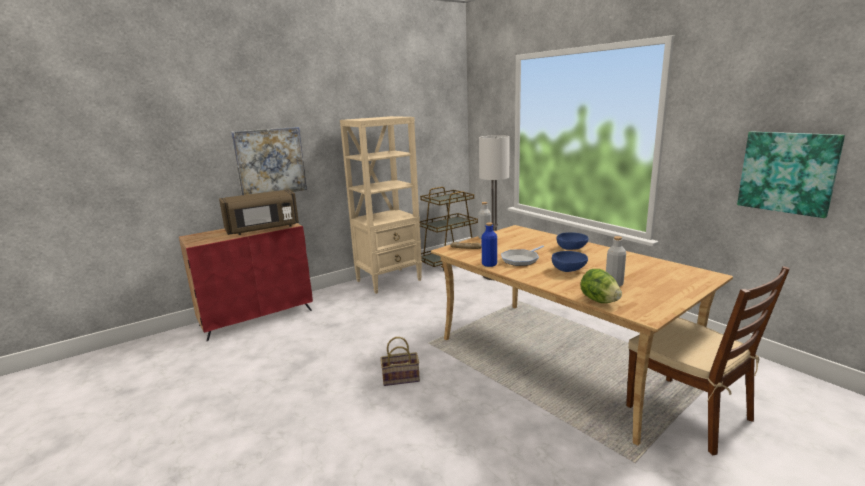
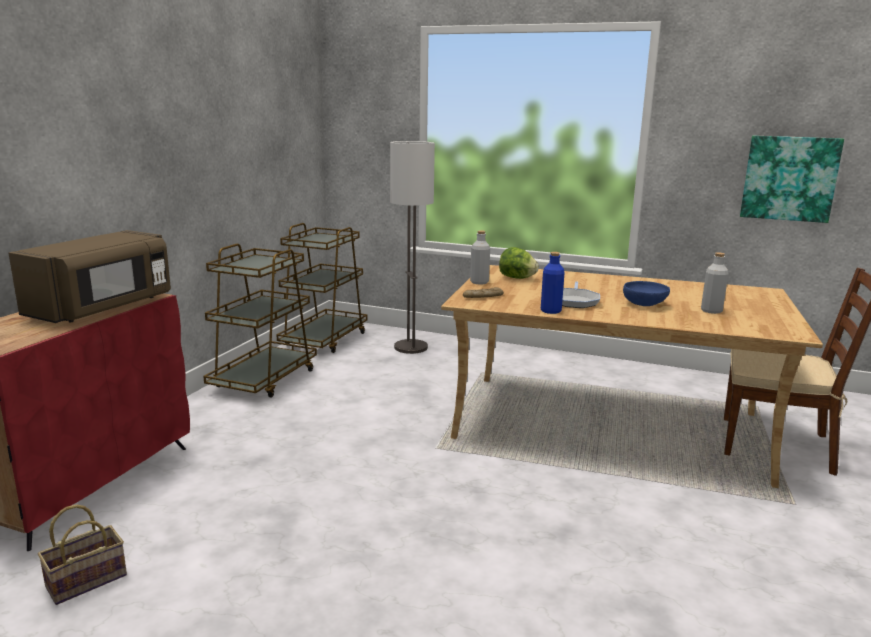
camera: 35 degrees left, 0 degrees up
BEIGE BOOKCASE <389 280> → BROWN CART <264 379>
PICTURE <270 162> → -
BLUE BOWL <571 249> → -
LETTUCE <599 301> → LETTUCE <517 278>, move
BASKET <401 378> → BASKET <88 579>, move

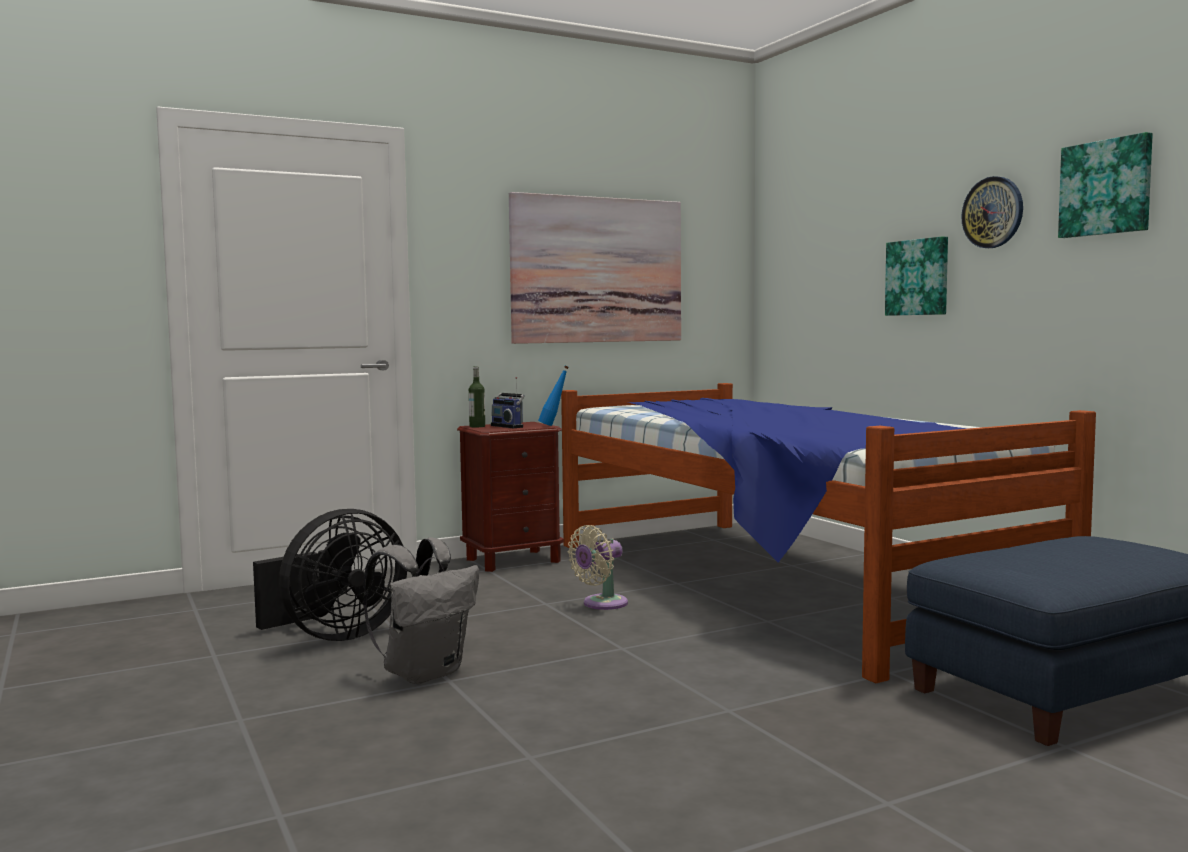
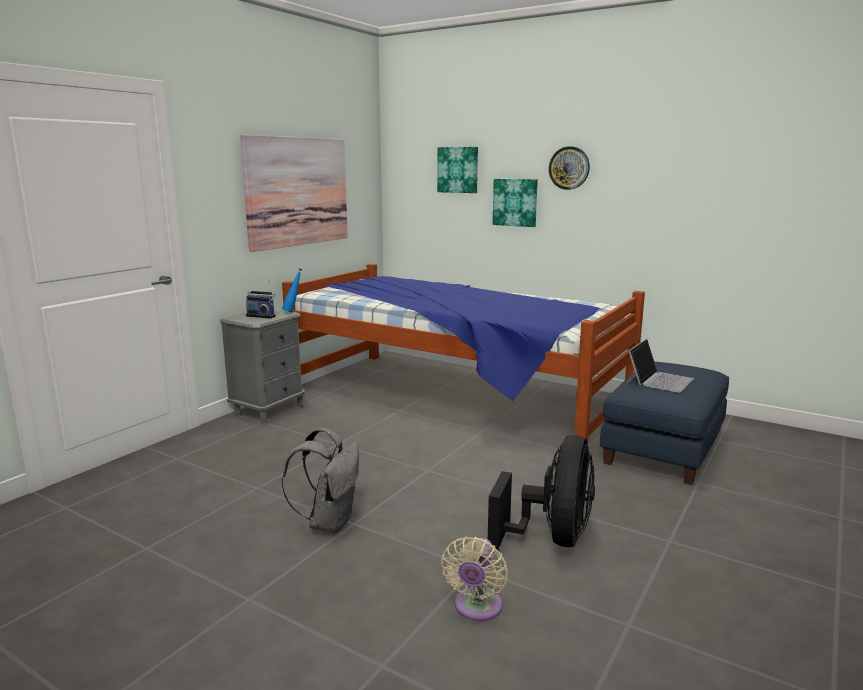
camera: 30 degrees left, 10 degrees up
PICTURE <1106 187> → PICTURE <458 170>, move
BOTTLE <477 426> → -
BROWN NIGHTSTAND <513 560> → GREY NIGHTSTAND <269 410>
BLACK FAN <335 636> → BLACK FAN <552 538>, move
BEIGE FAN <601 604> → BEIGE FAN <476 608>, move
- → LAPTOP <659 380>

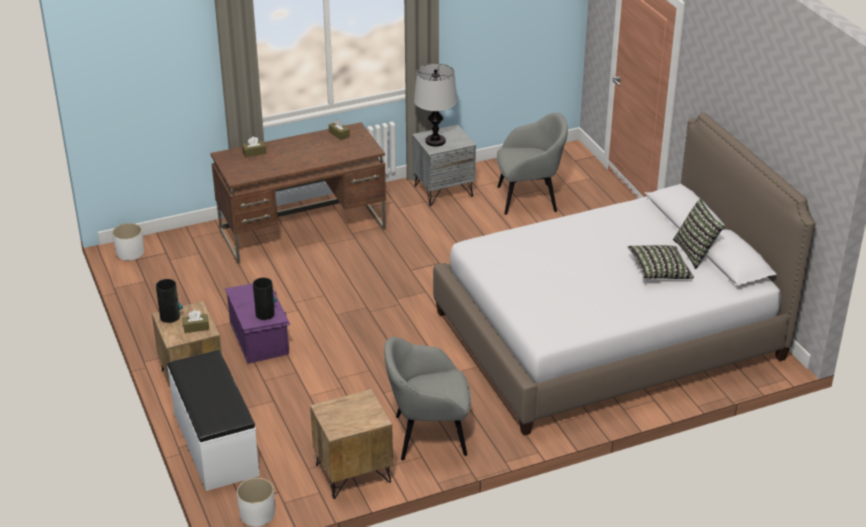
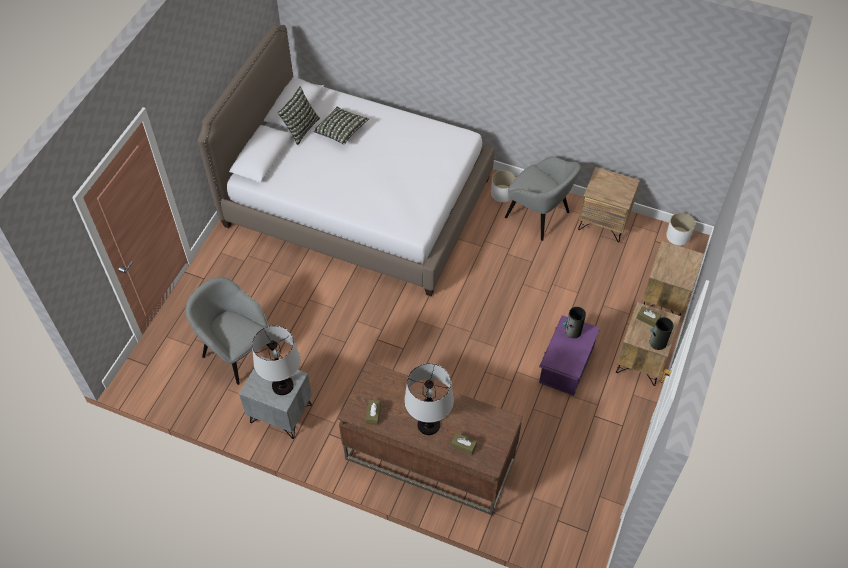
camera: 135 degrees left, 20 degrees up
WHITE PLANTER <130 252> → WHITE PLANTER <502 193>, move
WHITE BENCH <214 444> → BROWN NIGHTSTAND <665 299>
- → TABLE LAMP <429 424>

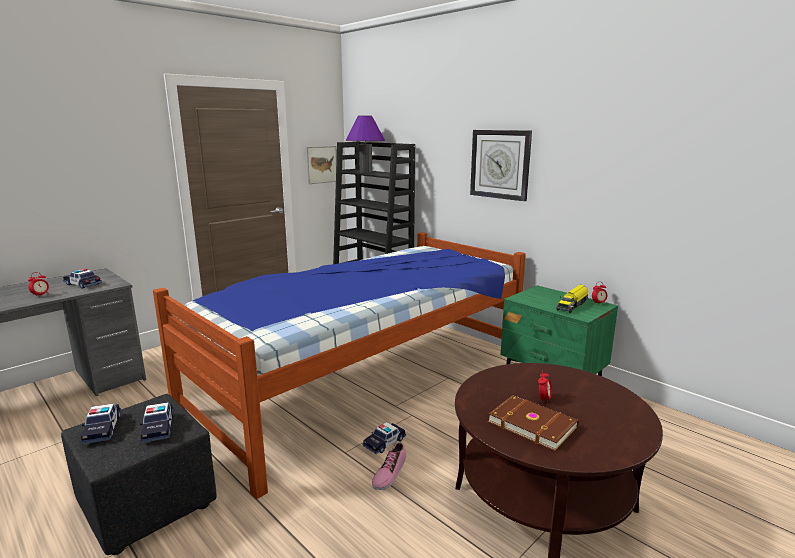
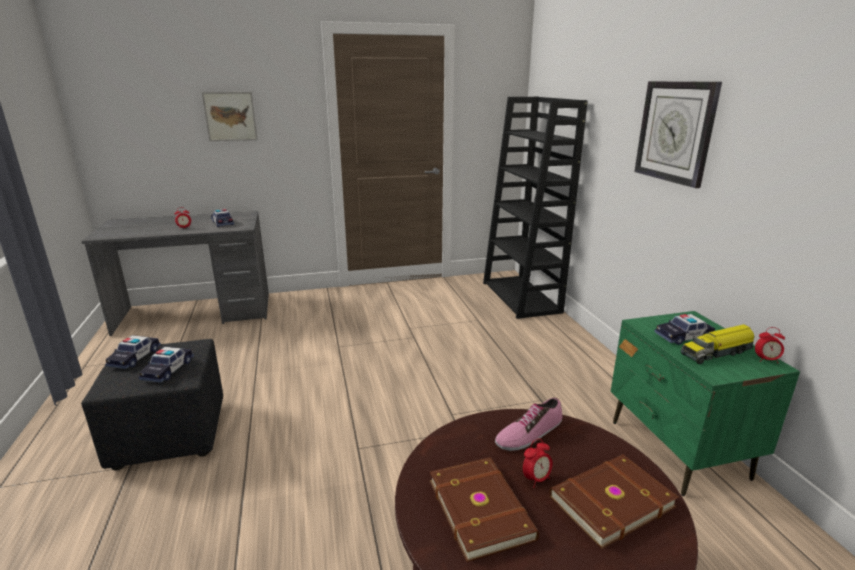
camera: 30 degrees right, 5 degrees up
PURPLE TABLE LAMP <365 172> → -
PICTURE <321 164> → PICTURE <230 116>, move
BED <363 380> → -
TOY CAR <384 442> → TOY CAR <683 336>, move
SHOE <389 472> → SHOE <528 433>, move
- → BROWN BOOK <609 500>

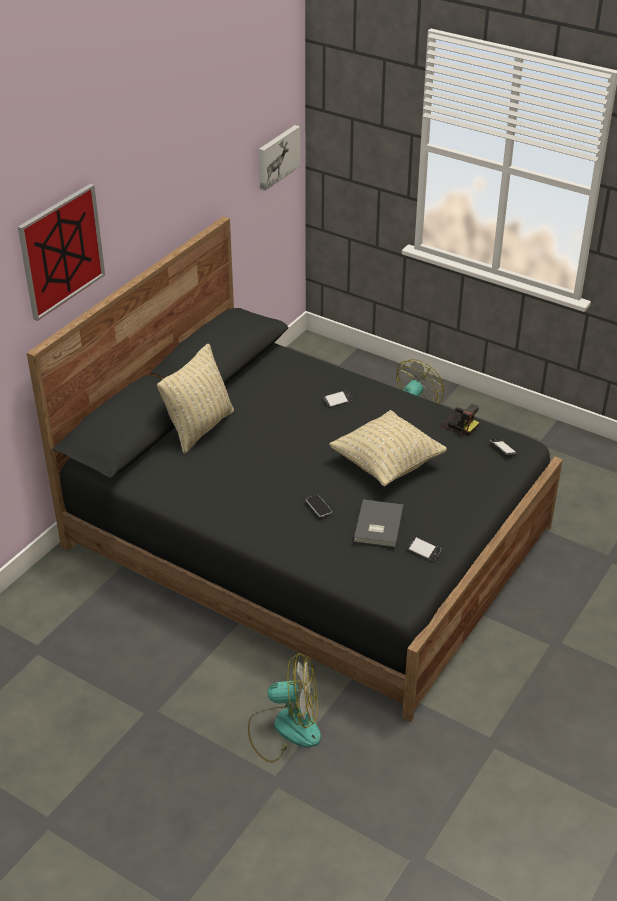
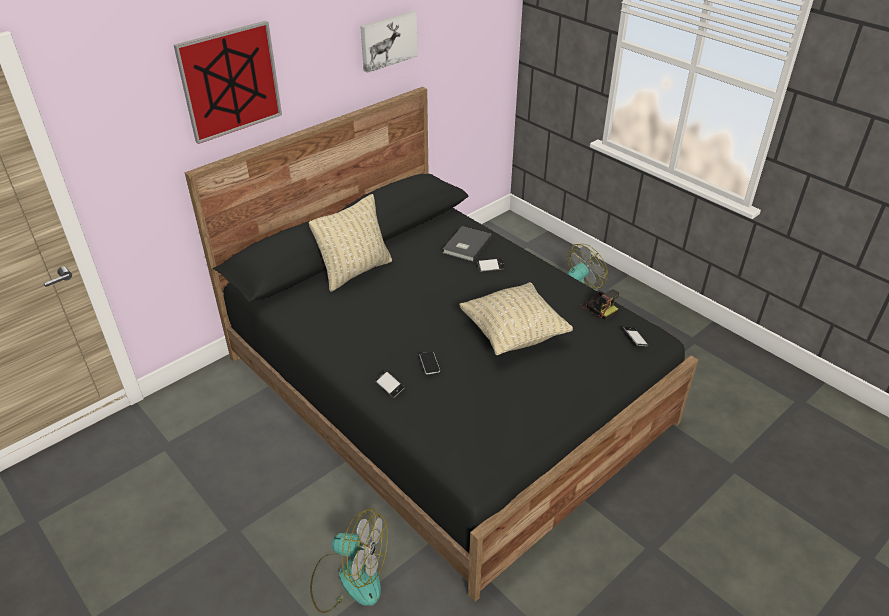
camera: 15 degrees right, 0 degrees up
PICTURE <277 157> → PICTURE <388 40>, move
GREY BOOK <377 525> → GREY BOOK <465 245>, move
PHONE <424 551> → PHONE <390 386>, move

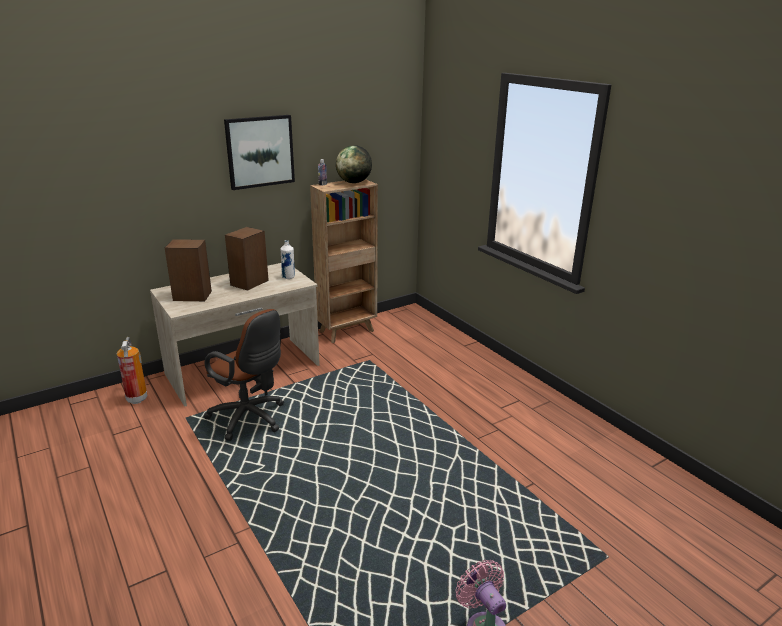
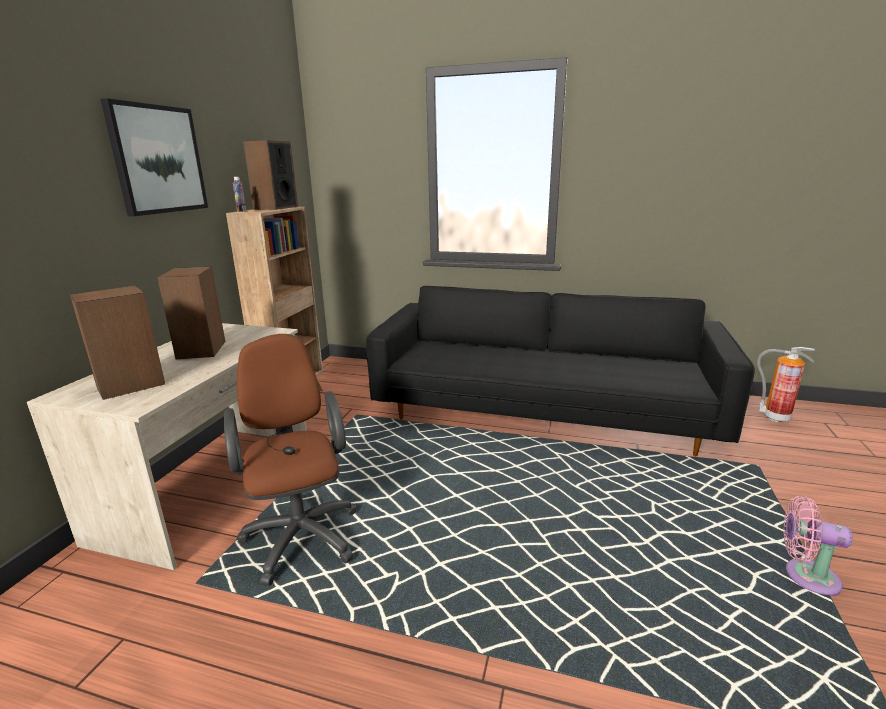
camera: 40 degrees left, 5 degrees down
GLOBE <354 182> → SPEAKER <275 208>
WHITE BOTTLE <288 277> → -
BROWN OFFICE CHAIR <250 419> → BROWN OFFICE CHAIR <301 533>, 105 degrees counterclockwise
FIRE EXTINGUISHER <137 398> → FIRE EXTINGUISHER <775 417>, move
- → BLACK SOFA <542 411>

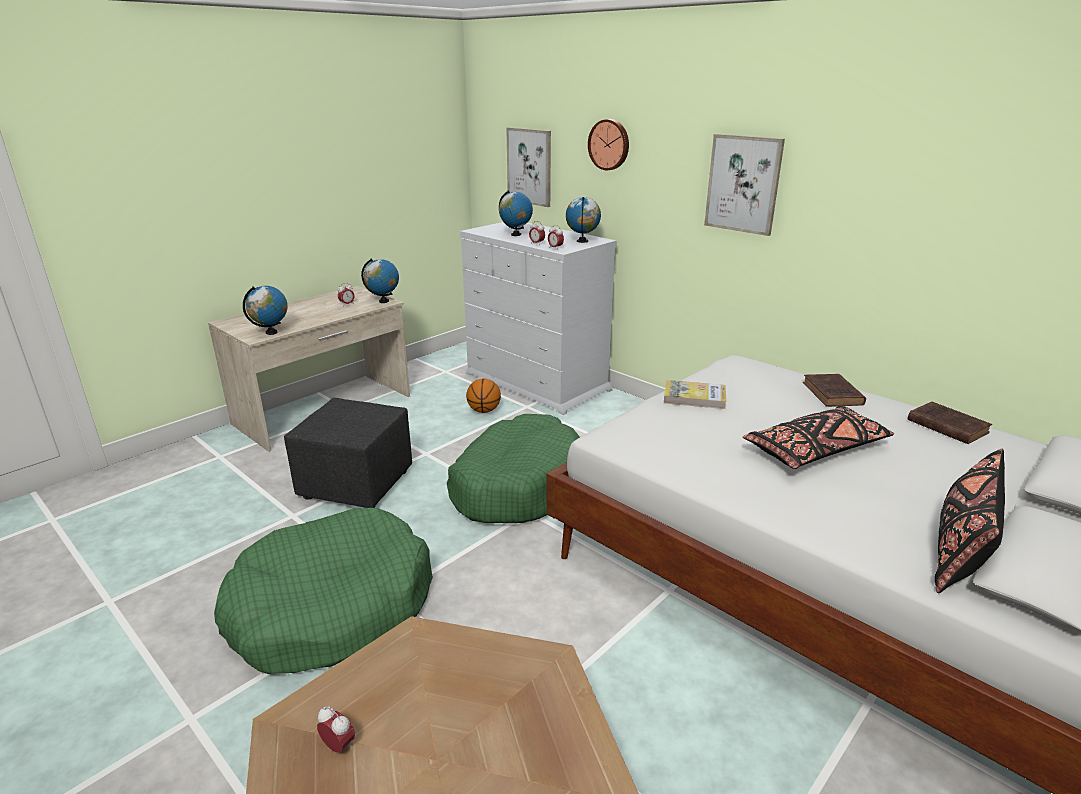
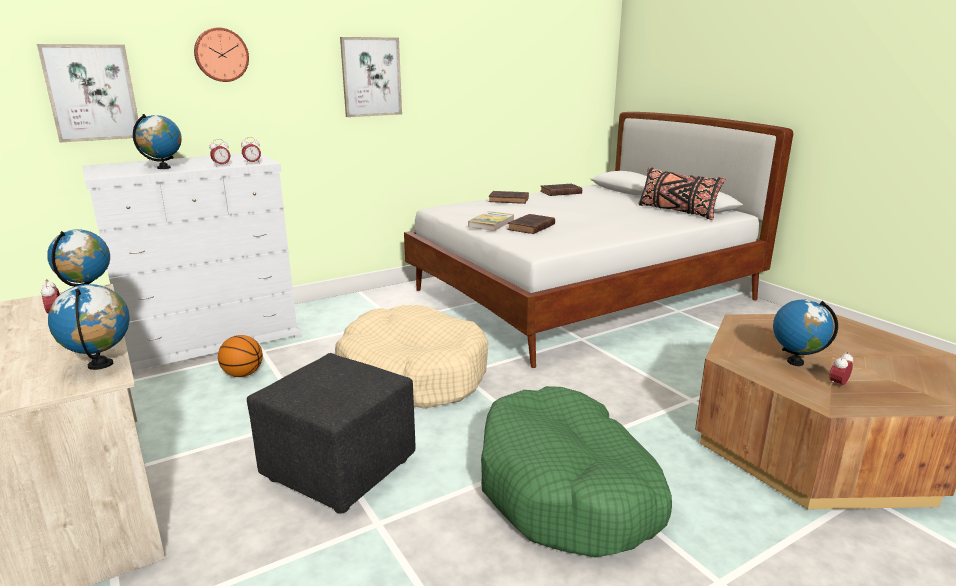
camera: 75 degrees left, 5 degrees down
GLOBE <582 241> → GLOBE <795 362>, move
BLACK PILLOW <816 450> → -
GREEN DOG BED <517 485> → BEIGE DOG BED <413 374>
- → BROWN BOOK <530 227>

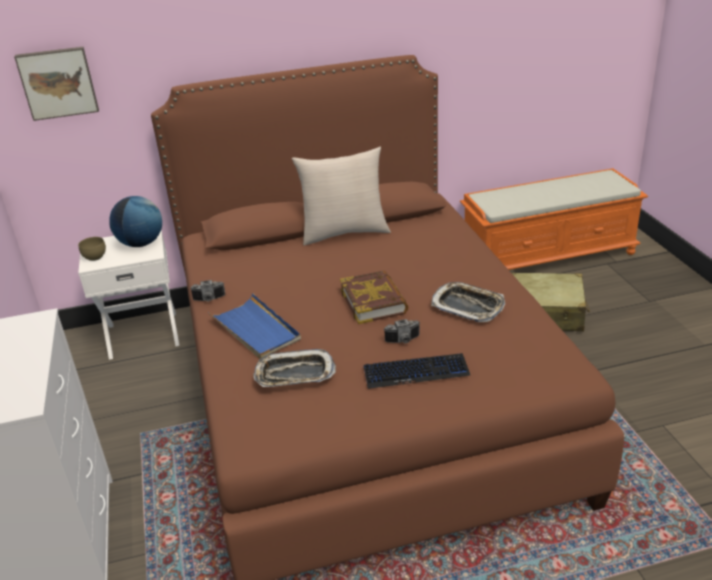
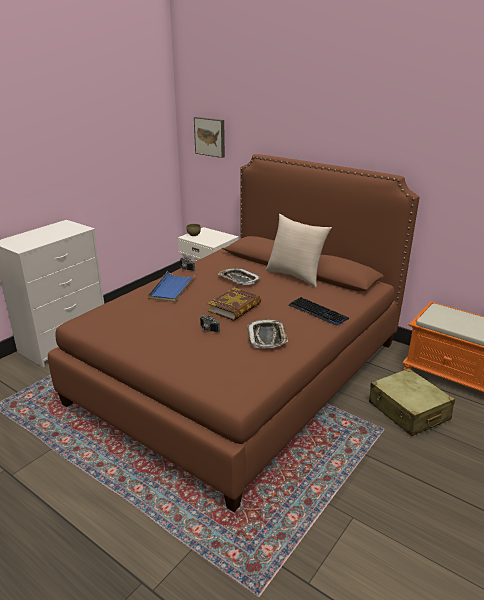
camera: 50 degrees right, 5 degrees down
GLOBE <141 244> → -
TRAY <294 374> → TRAY <239 279>, move
KEYBOARD <416 372> → KEYBOARD <317 312>, move

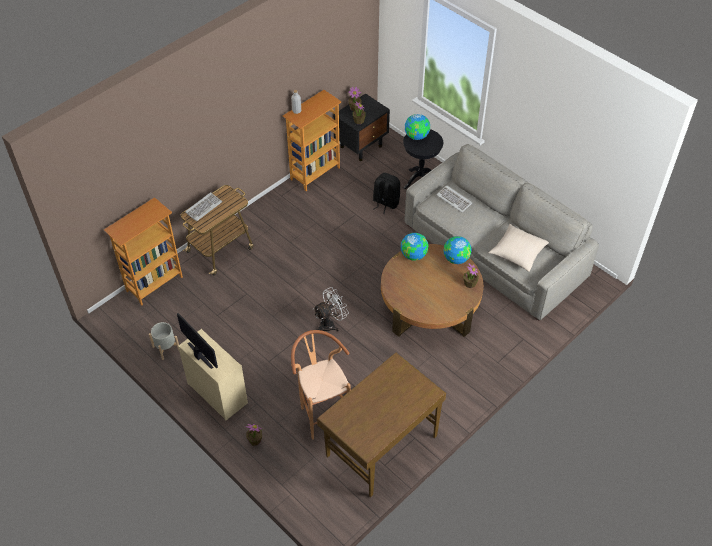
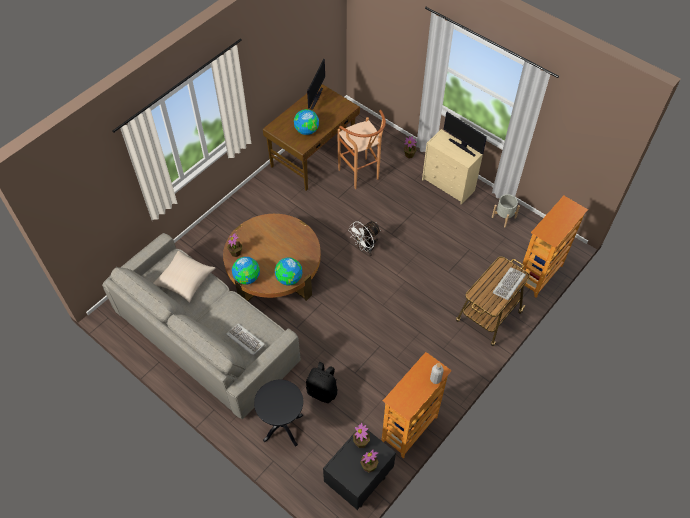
camera: 175 degrees right, 5 degrees up
GLOBE <417 136> → GLOBE <306 130>, move
- → MONITOR <315 98>

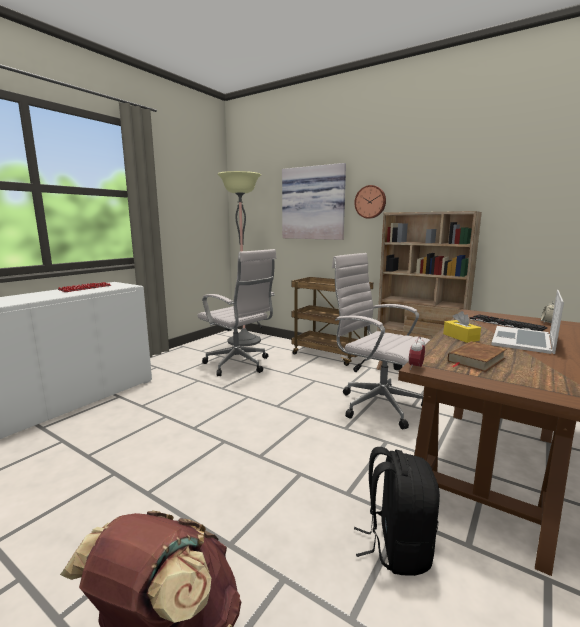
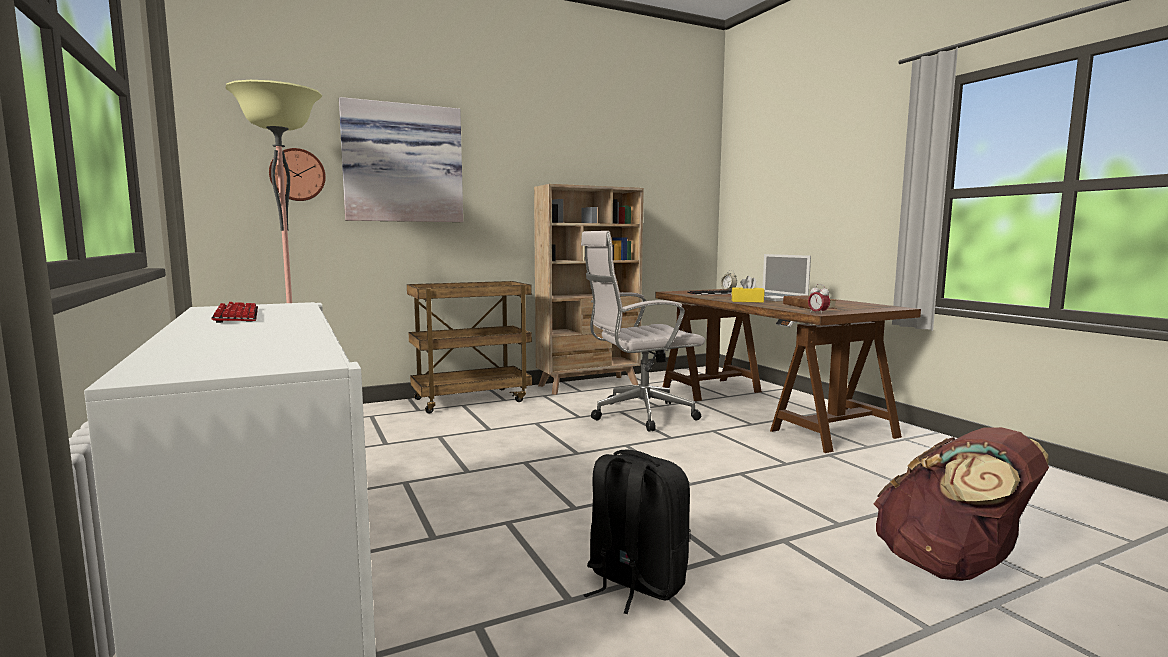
camera: 60 degrees left, 5 degrees down
WALL CLOCK <370 202> → WALL CLOCK <297 175>, move
WHITE OFFICE CHAIR <239 365> → -
BLACK BACKPACK <396 547> → BLACK BACKPACK <634 582>, move

